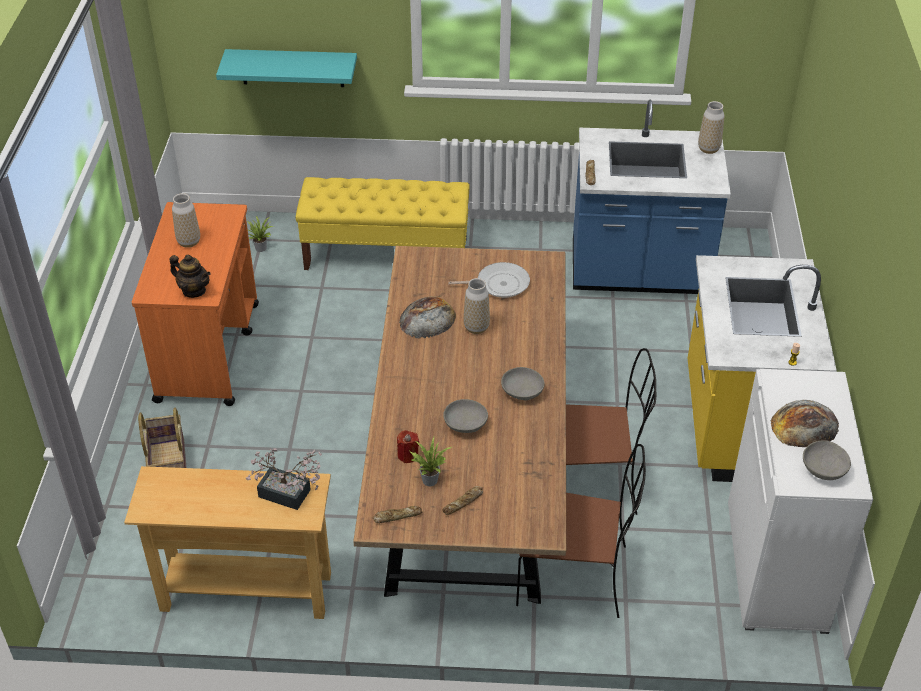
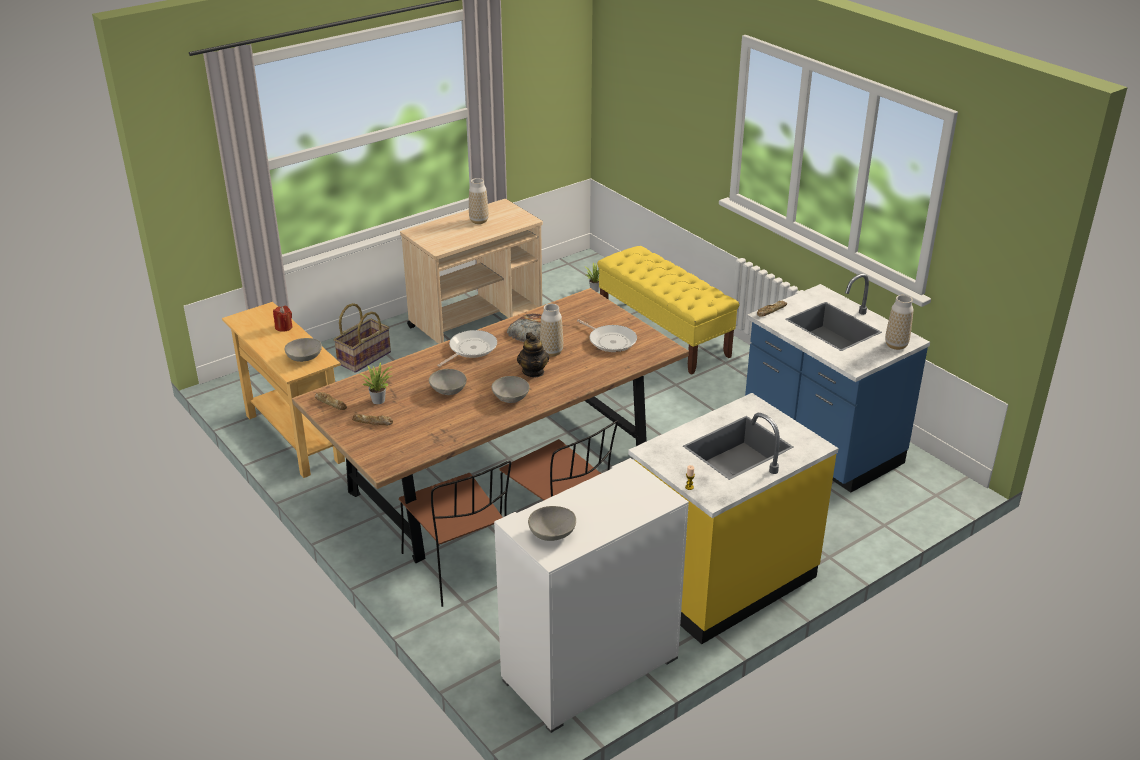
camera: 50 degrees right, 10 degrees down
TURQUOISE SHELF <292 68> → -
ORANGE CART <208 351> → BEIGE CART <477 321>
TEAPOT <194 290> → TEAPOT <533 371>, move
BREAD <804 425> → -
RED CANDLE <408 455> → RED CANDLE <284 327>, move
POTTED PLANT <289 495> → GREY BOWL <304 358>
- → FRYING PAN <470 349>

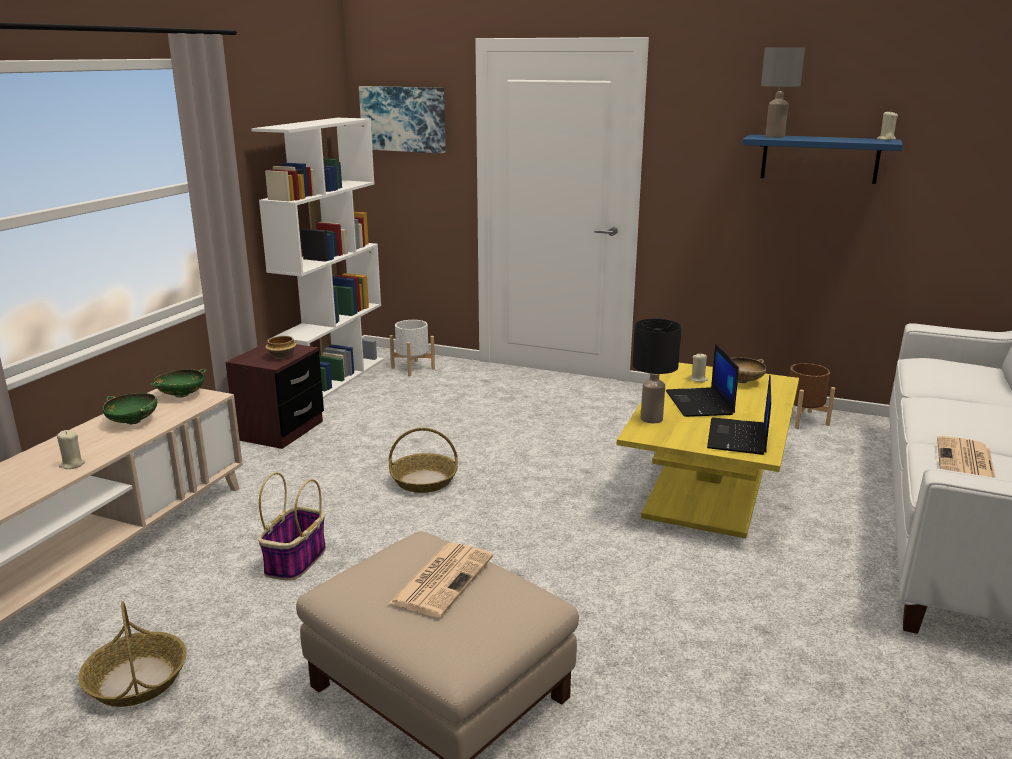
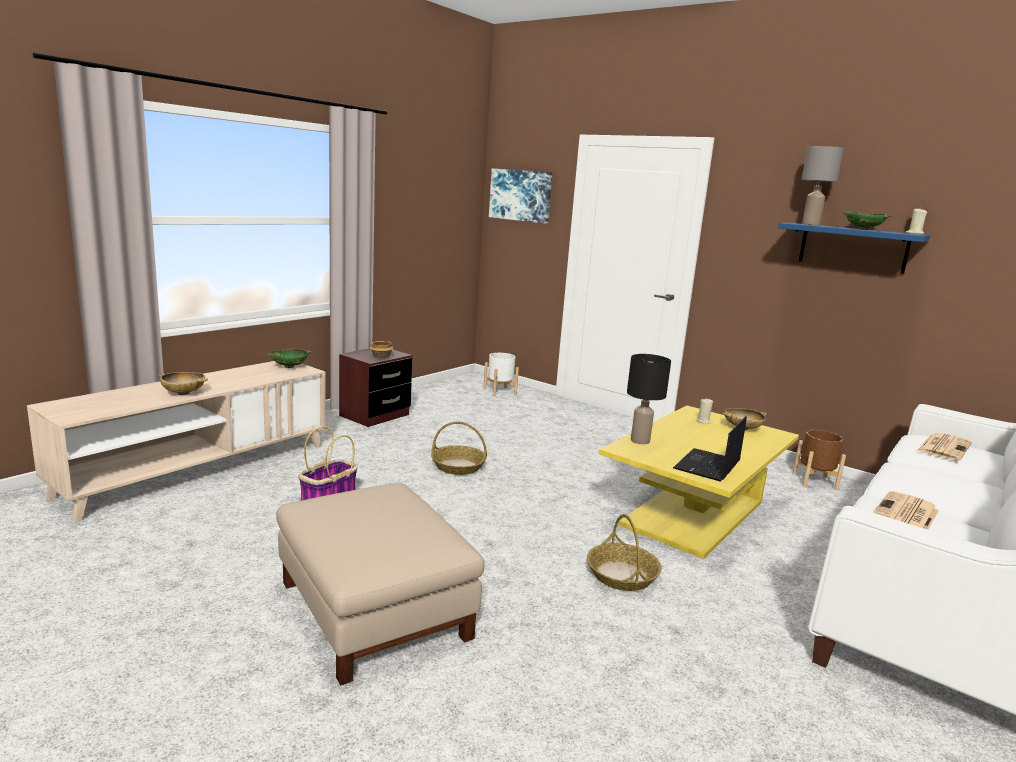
camera: 15 degrees right, 5 degrees down
WHITE BOOKCASE <334 378> → -
LAPTOP <700 403> → -
GREEN BOWL <133 422> → GREEN BOWL <863 229>, move
BEIGE CANDLE <72 464> → BEIGE BOWL <184 393>
NEWSPAPER <442 579> → NEWSPAPER <944 447>, move
BASKET <137 680> → BASKET <622 575>, move

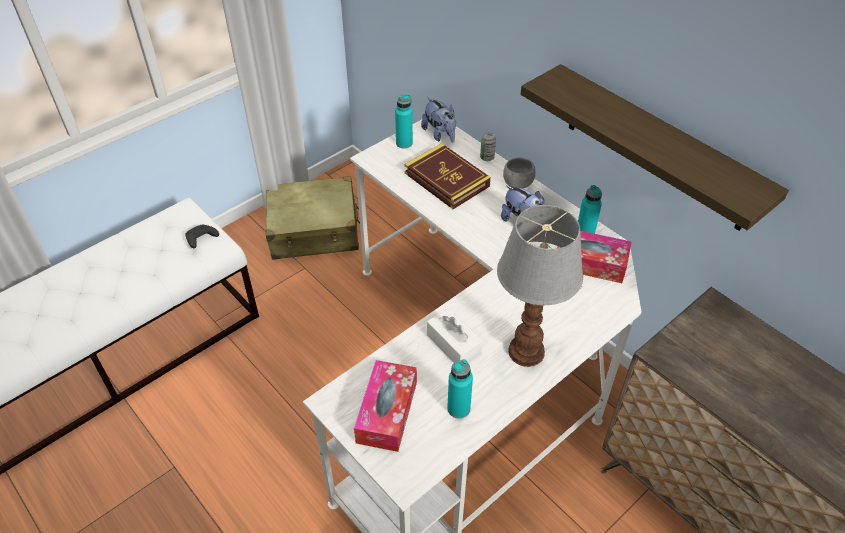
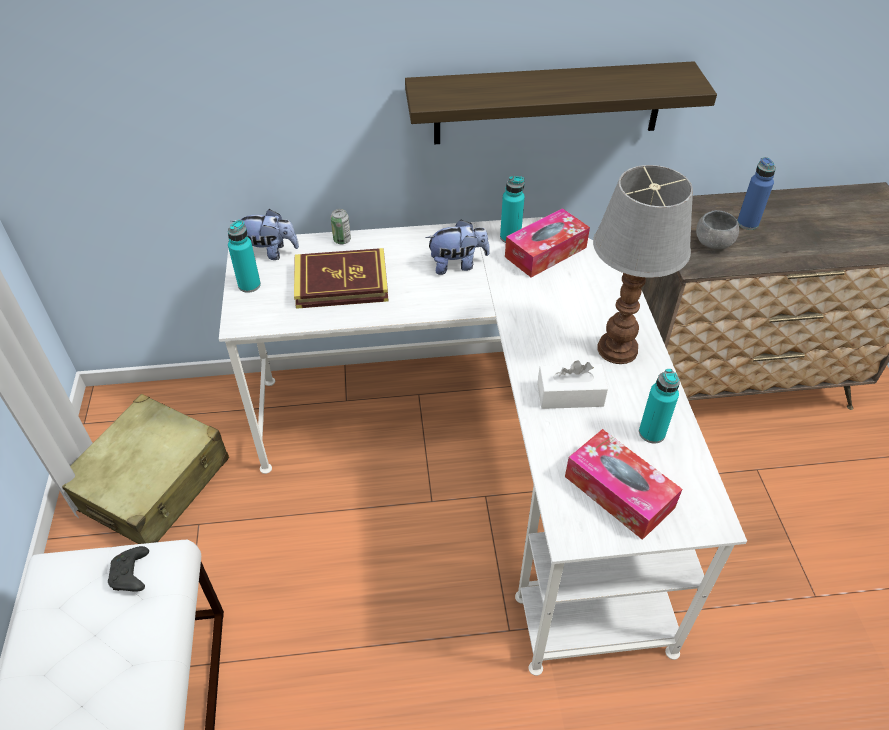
camera: 55 degrees left, 0 degrees up
GREY BOWL <518 183> → GREY BOWL <713 243>, move
- → BLUE BOTTLE <747 223>

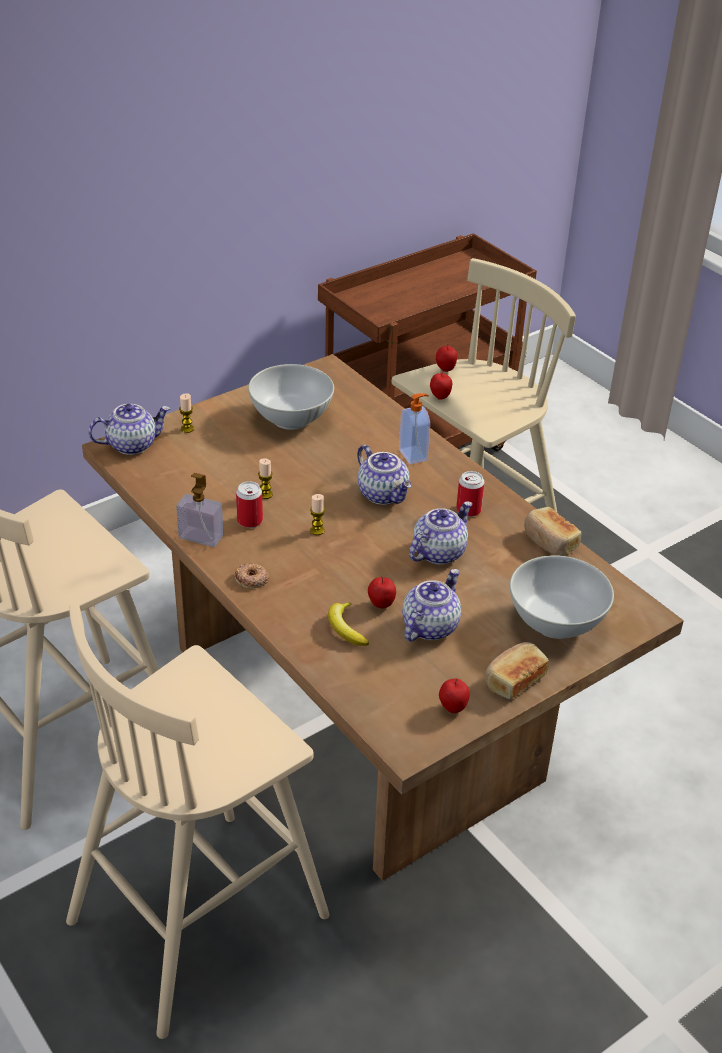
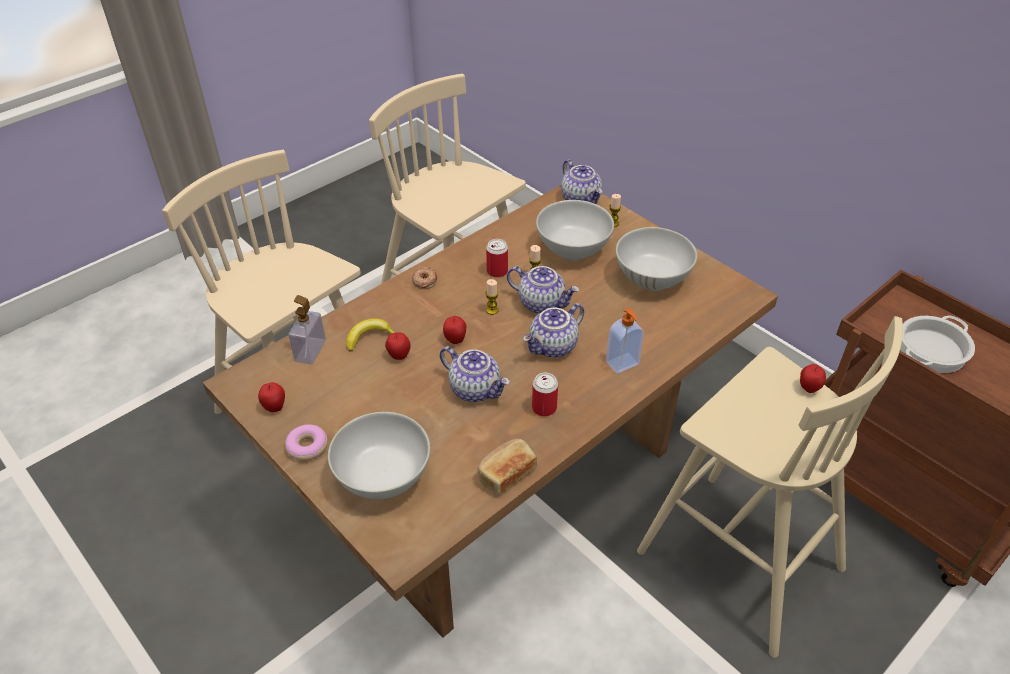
camera: 85 degrees right, 5 degrees up
APPLE <440 397> → APPLE <455 340>, move
SOAP DISPENSER <201 537> → SOAP DISPENSER <310 351>, move
TEAPOT <429 626> → TEAPOT <542 303>, move
BREAD <514 679> → DONUT <307 447>
- → WHITE BOWL <573 250>
- → COOKING POT <932 351>

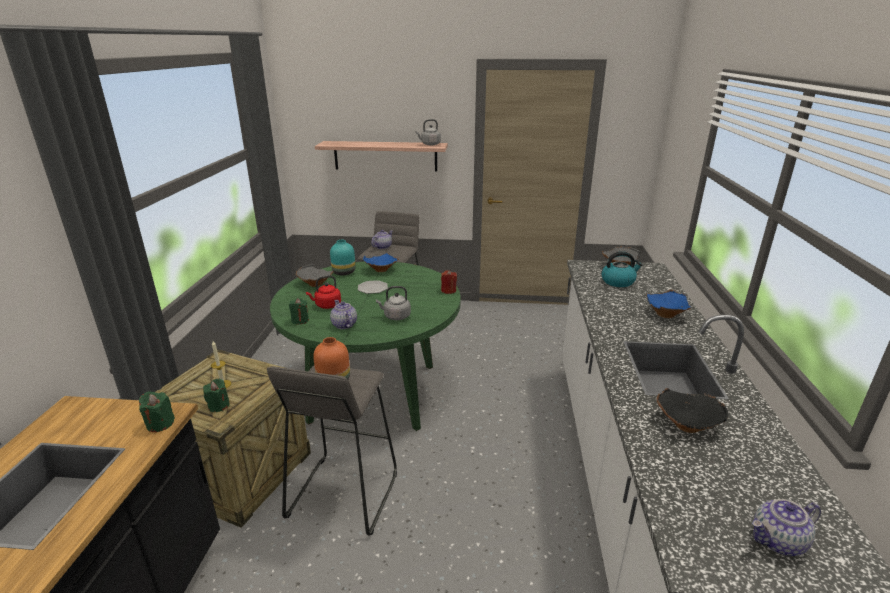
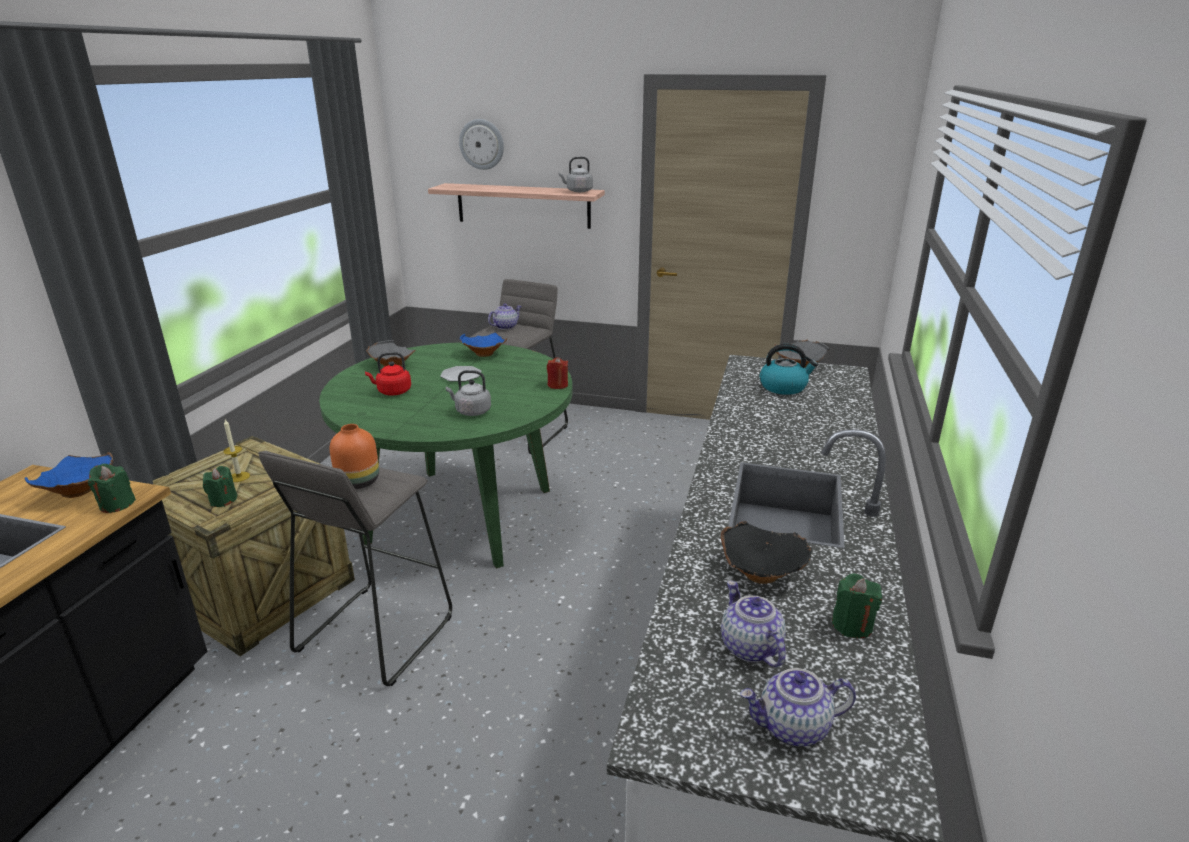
camera: 10 degrees right, 0 degrees up
TURQUOISE VASE <344 272> → -
BLUE BOWL <667 314> → BLUE BOWL <79 491>, move
GREEN CANDLE <300 320> → GREEN CANDLE <852 625>, move
TEAPOT <344 325> → TEAPOT <749 647>, move
- → WALL CLOCK <482 144>

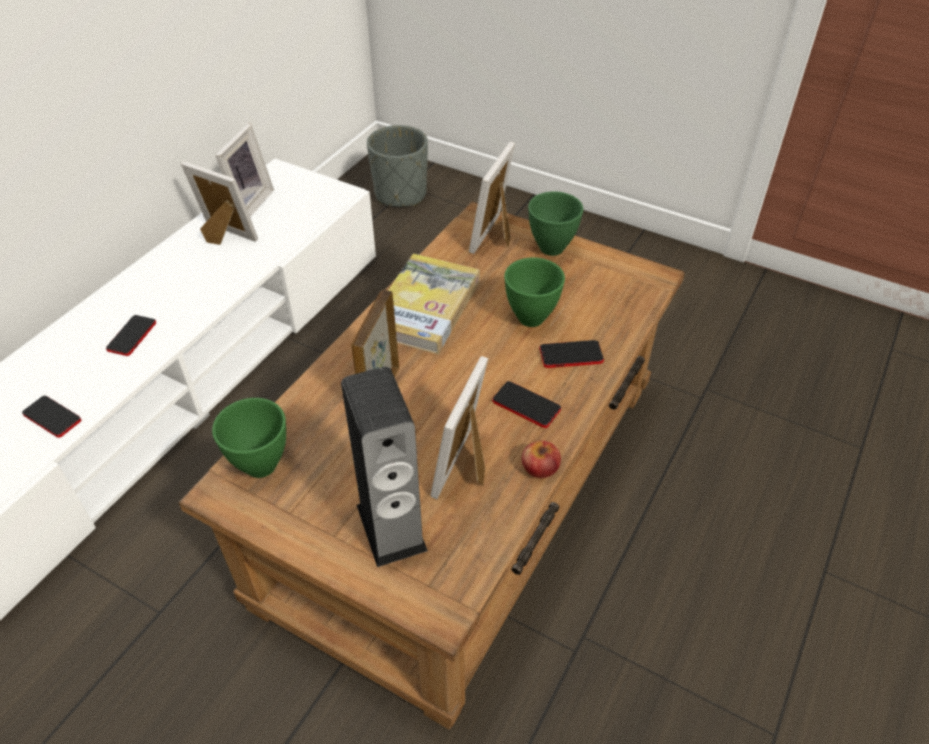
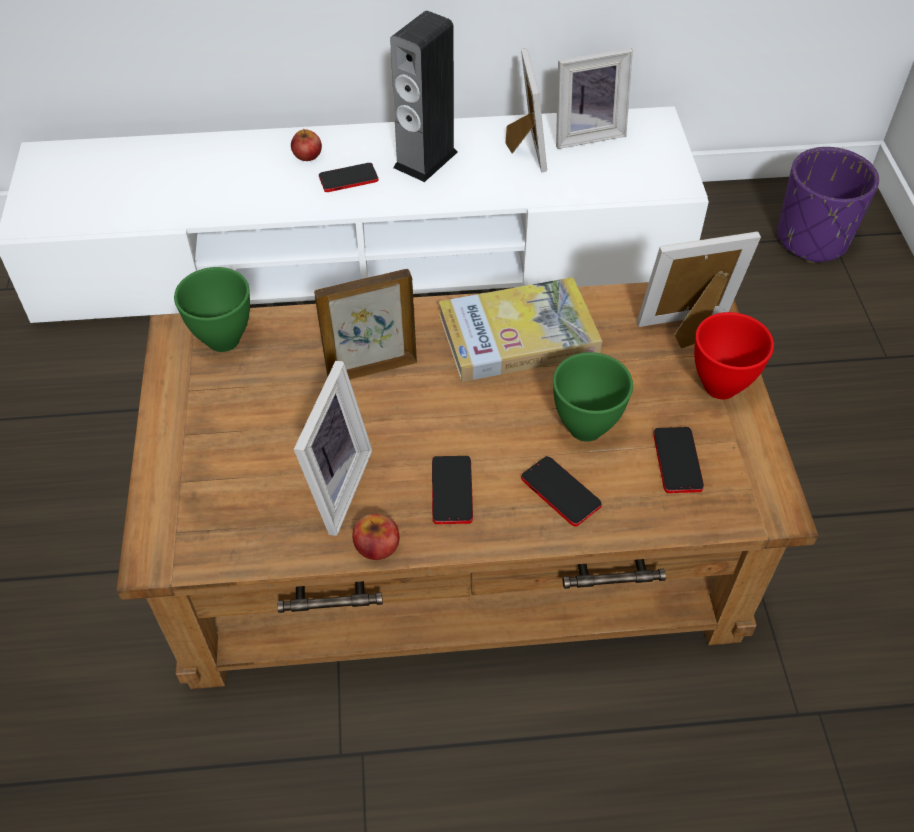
camera: 55 degrees right, 5 degrees up
GREY PLANTER <400 194> → PURPLE PLANTER <812 240>
GREEN BOWL <552 247> → RED BOWL <722 386>
PICTURE FRAME <467 467> → PICTURE FRAME <331 487>, 120 degrees clockwise
SPEAKER <391 527> → SPEAKER <425 160>, move
PHONE <52 417> → PHONE <677 461>, move
- → APPLE <307 154>

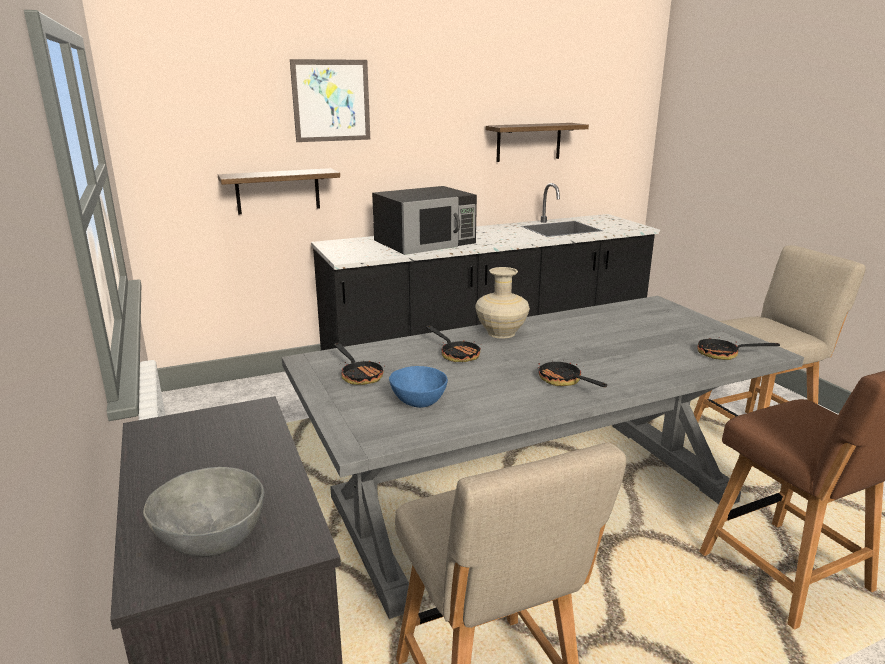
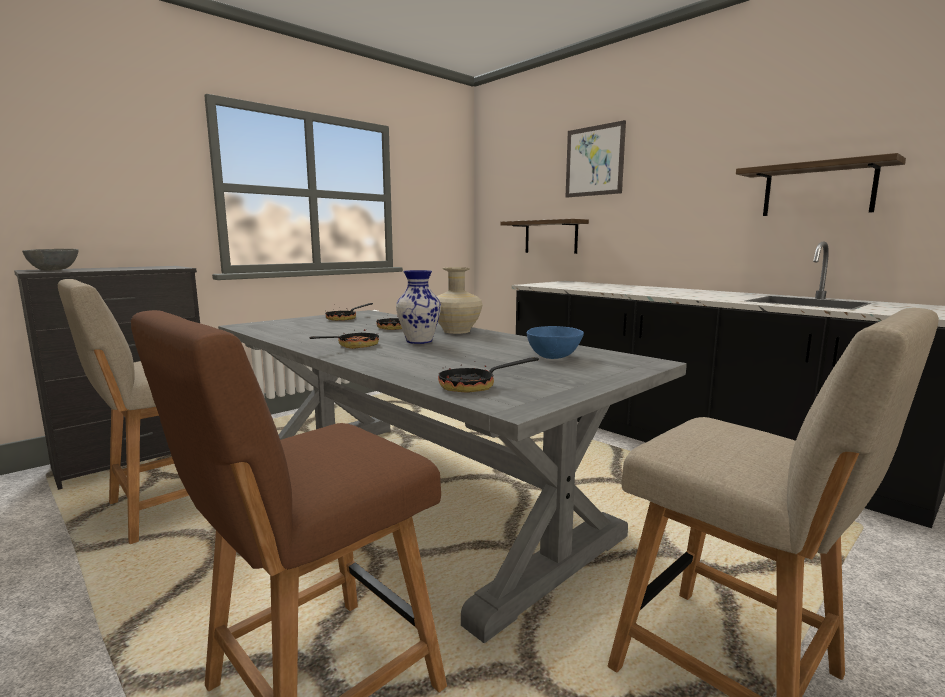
camera: 70 degrees right, 10 degrees down
BLACK MICROWAVE <425 242> → -
FRYING PAN <724 354> → FRYING PAN <475 386>, 105 degrees counterclockwise
BLUE BOWL <418 401> → BLUE BOWL <554 356>, move
- → VASE <418 341>

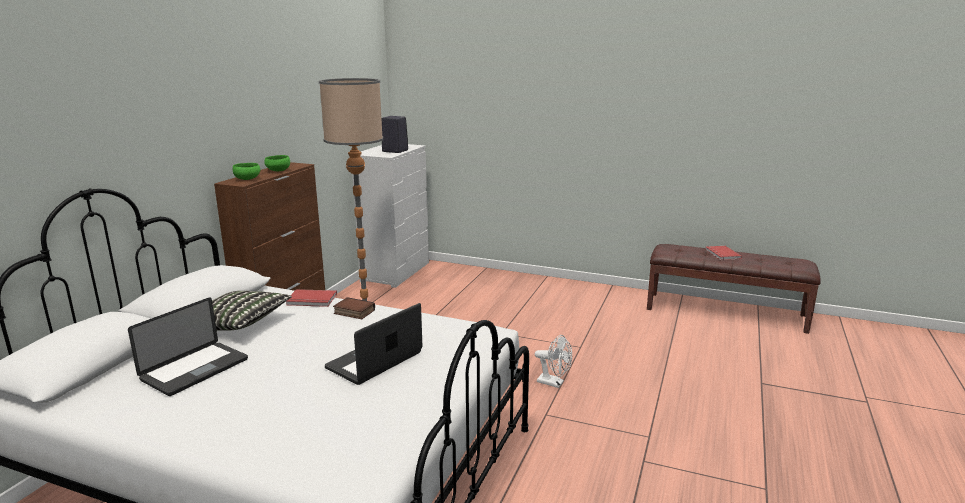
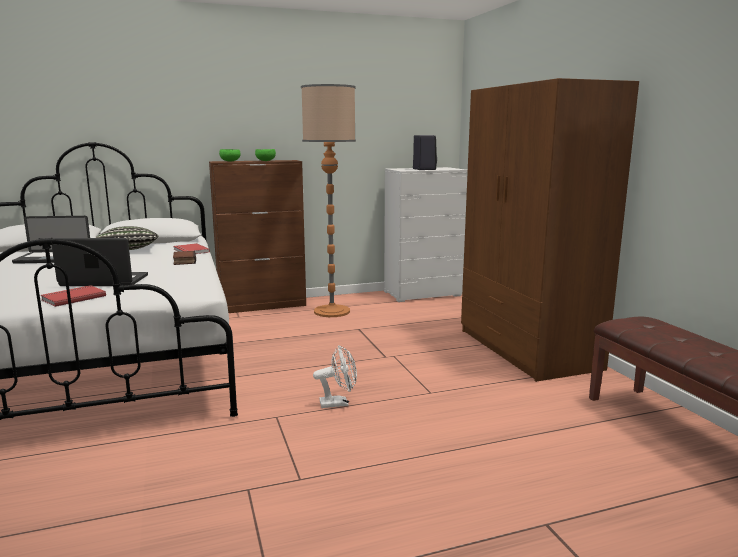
camera: 50 degrees right, 5 degrees down
RED BOOK <721 254> → RED BOOK <73 298>, move
WHITE FAN <554 383> → WHITE FAN <338 403>, 90 degrees counterclockwise
- → BROWN WARDROBE <526 349>

